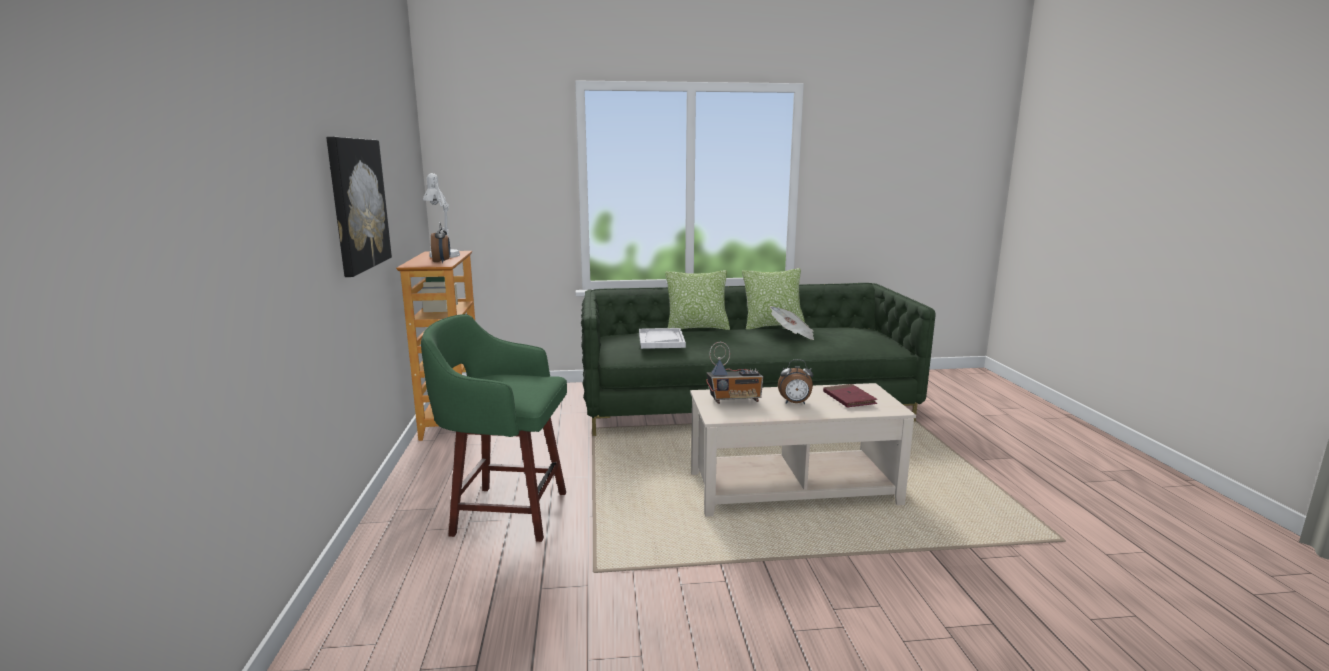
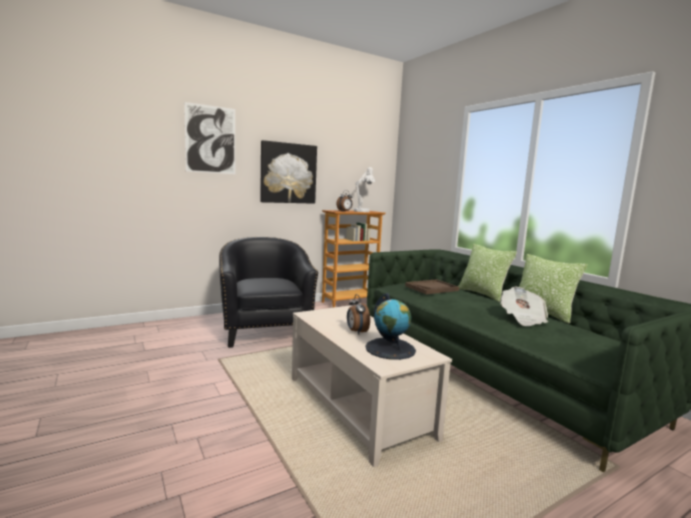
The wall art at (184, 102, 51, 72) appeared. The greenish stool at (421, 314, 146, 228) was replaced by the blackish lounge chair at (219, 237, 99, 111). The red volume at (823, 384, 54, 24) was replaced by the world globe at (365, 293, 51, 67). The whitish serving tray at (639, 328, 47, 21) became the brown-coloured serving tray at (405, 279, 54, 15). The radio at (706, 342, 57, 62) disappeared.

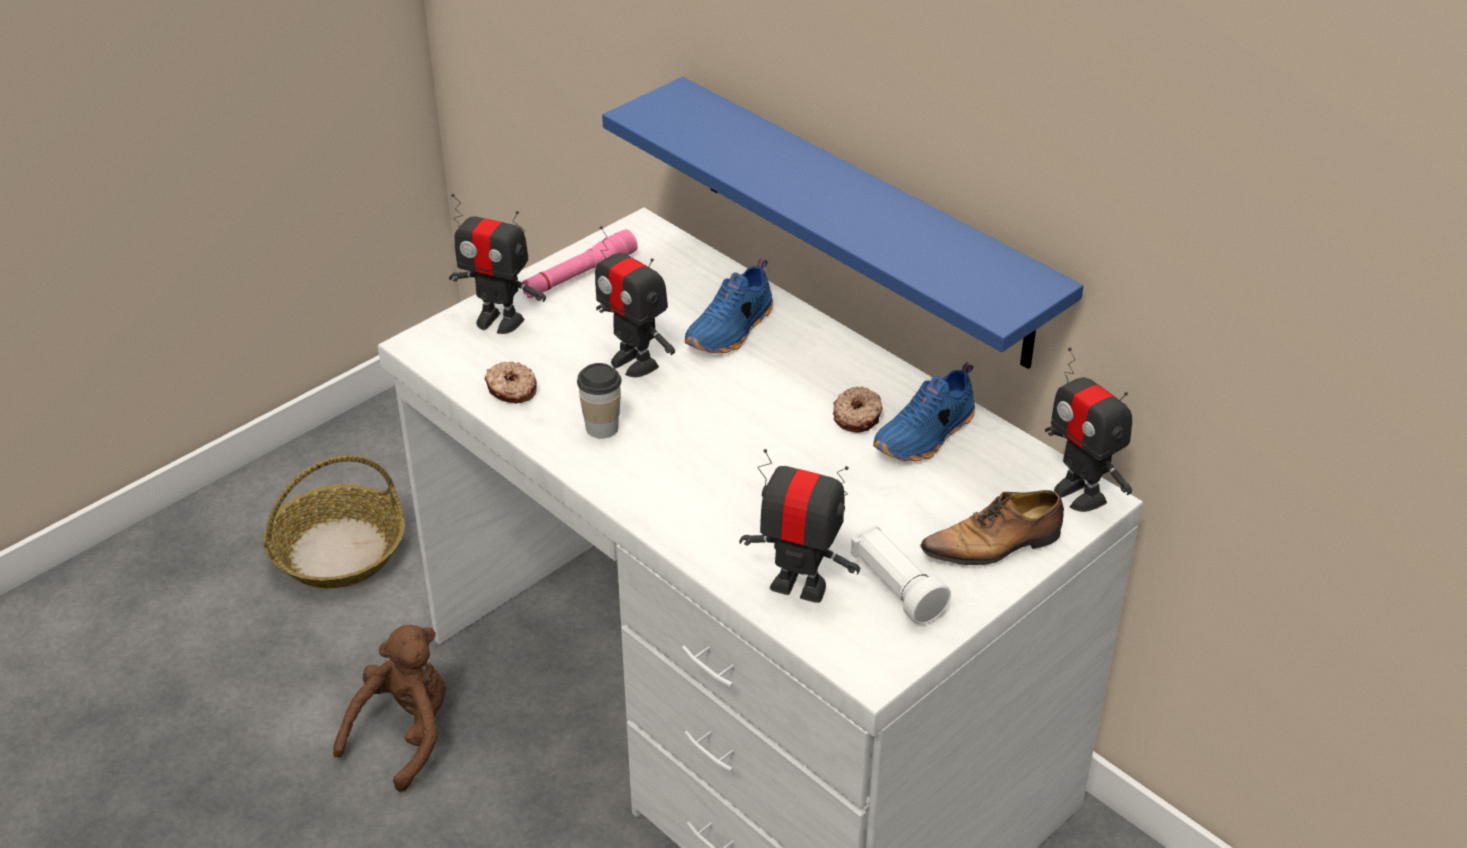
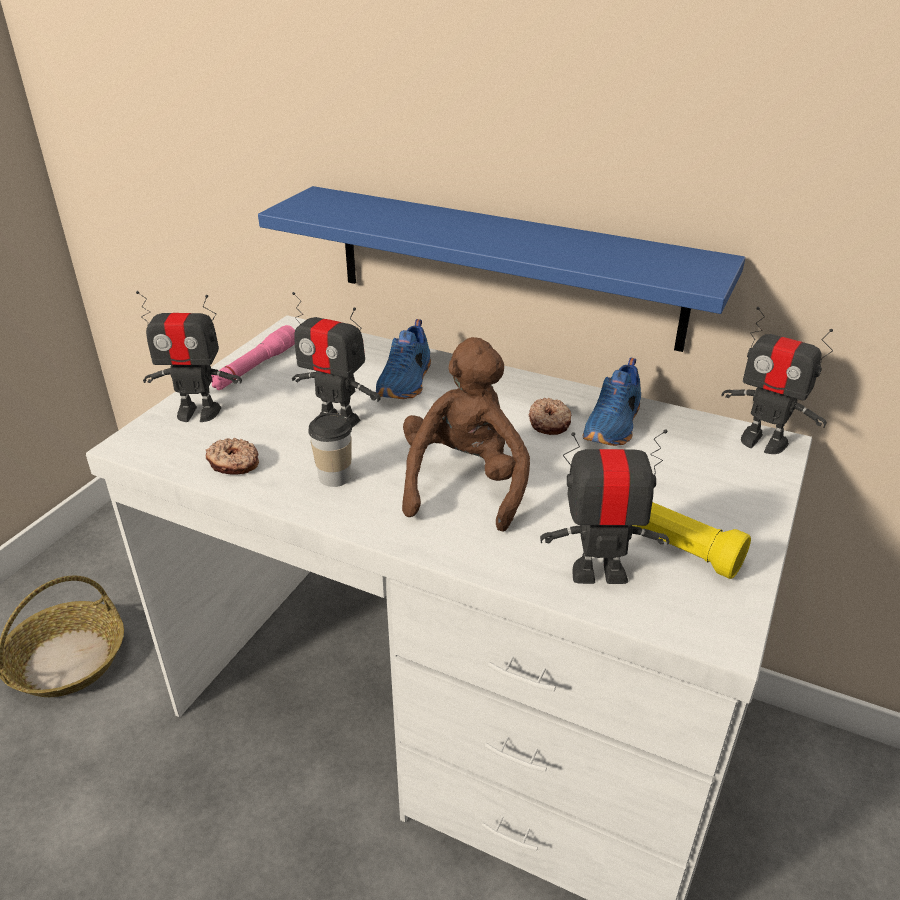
The brown-coloured cuddly toy moved from (333, 625, 113, 167) to (402, 337, 128, 195). The whitish flashlight at (851, 525, 100, 99) became the yellow flashlight at (636, 502, 115, 77). The shoe at (920, 490, 144, 75) disappeared.

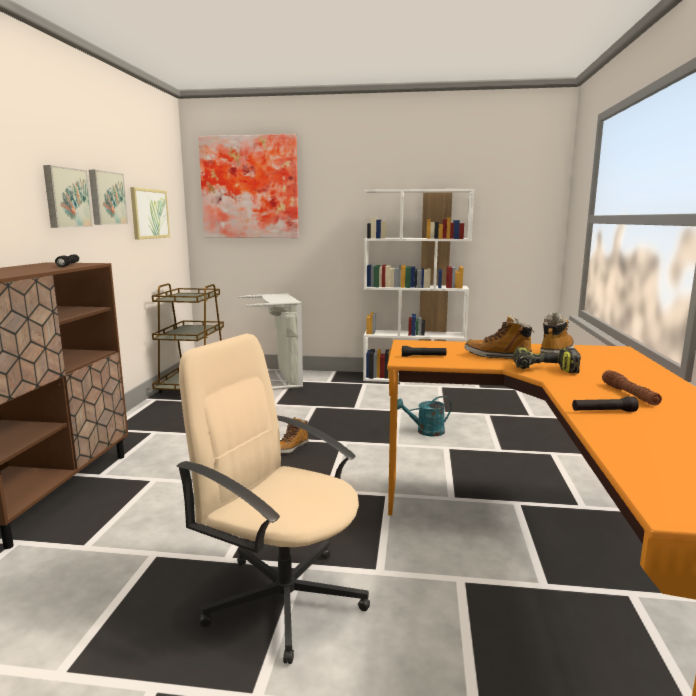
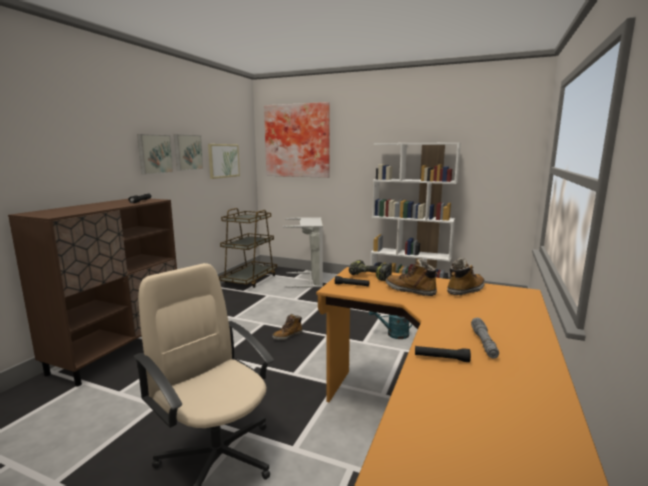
The electric drill moved from (513, 346, 68, 27) to (349, 260, 43, 21). The brown-coloured flashlight at (602, 370, 60, 36) became the greyish flashlight at (471, 318, 28, 41).

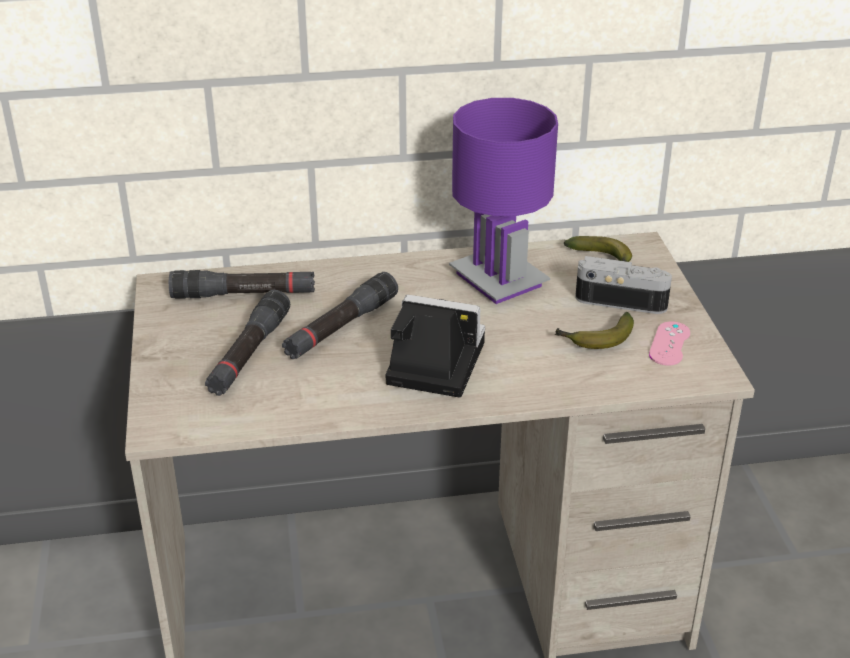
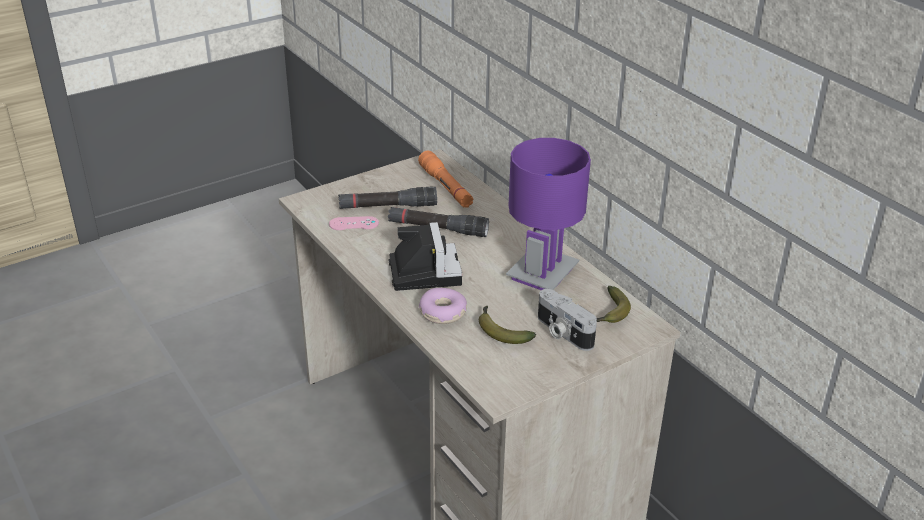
The pink gamepad moved from (649, 321, 41, 45) to (329, 216, 50, 14). The blackish flashlight at (169, 270, 146, 29) became the orangey flashlight at (418, 151, 55, 57). The ring doughnut at (419, 288, 48, 36) appeared. The still camera at (575, 256, 97, 58) turned 150 degrees clockwise.

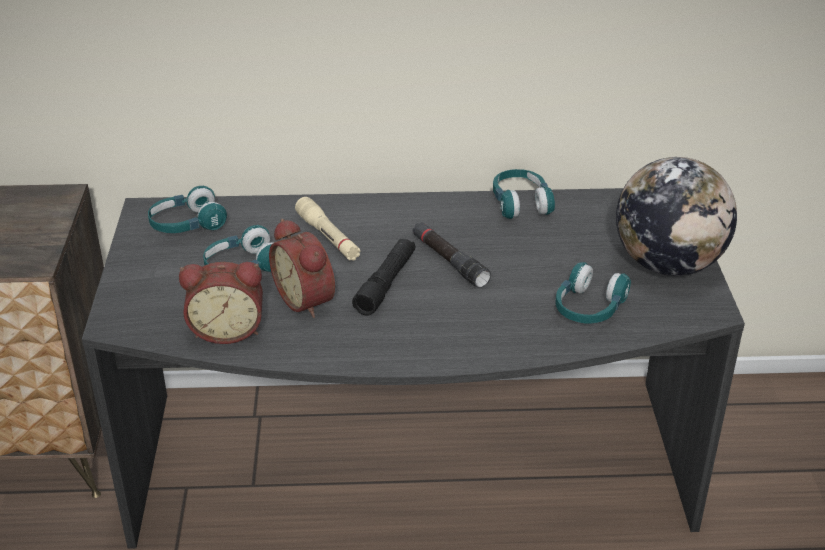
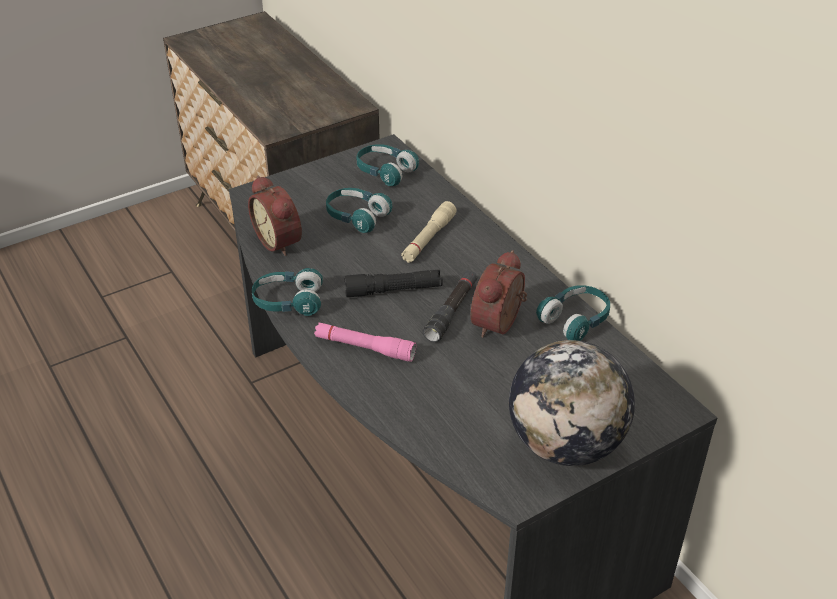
The turquoise headphones moved from (555, 262, 76, 61) to (252, 268, 71, 48). The pink flashlight at (314, 322, 102, 40) appeared. The alarm clock moved from (269, 218, 66, 100) to (471, 250, 56, 88).

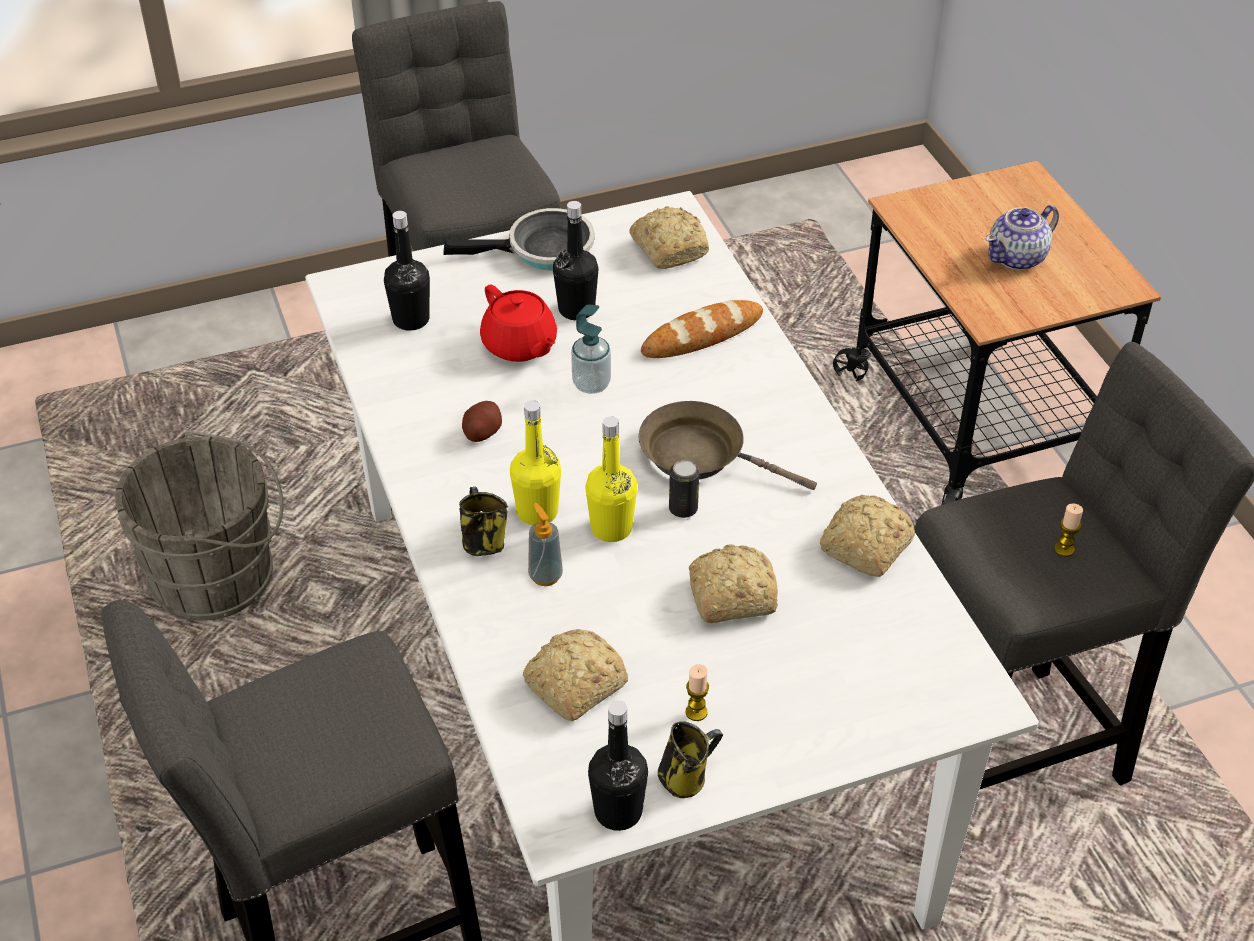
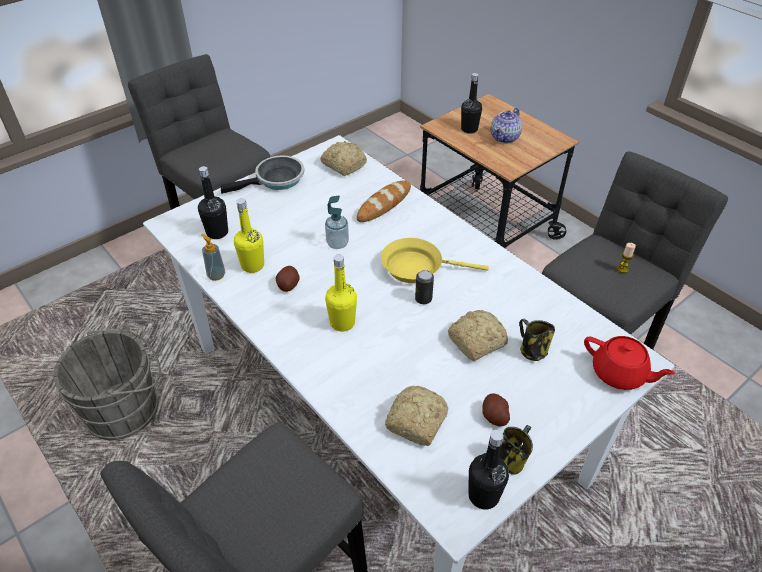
The soap dispenser moved from (528, 503, 35, 83) to (201, 234, 25, 47). The yellow beverage bottle moved from (585, 416, 52, 126) to (234, 198, 30, 75). The brown-coloured pan at (638, 401, 179, 89) became the yellow pan at (381, 238, 108, 45). The blackish beverage bottle moved from (553, 201, 46, 119) to (461, 73, 21, 61). The wax light at (686, 664, 23, 57) was replaced by the potato at (482, 393, 28, 33). The tea mug moved from (459, 486, 49, 70) to (519, 319, 36, 42). The red tea pot moved from (480, 284, 77, 78) to (584, 336, 91, 54). The bakery bread at (820, 495, 95, 82) disappeared.

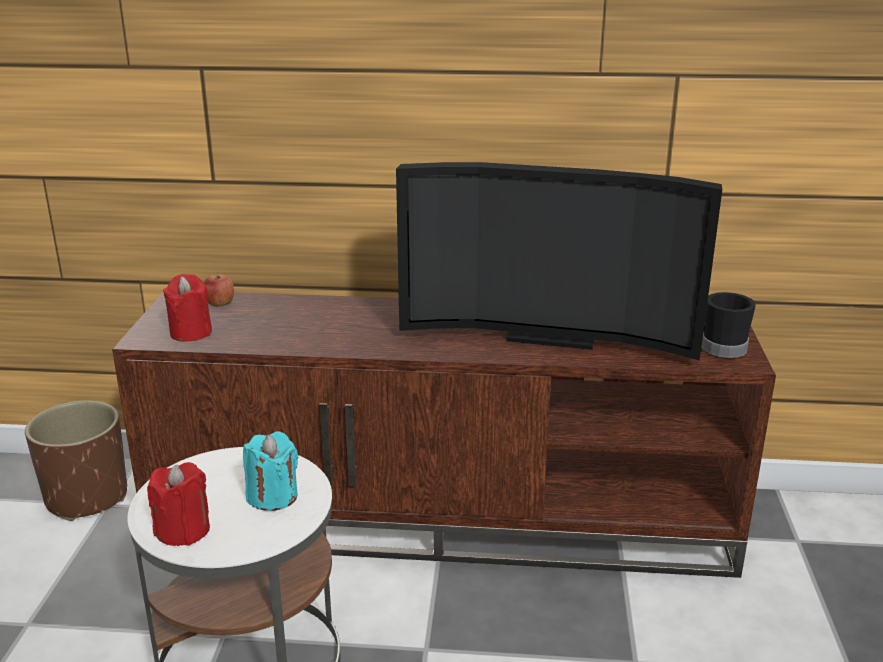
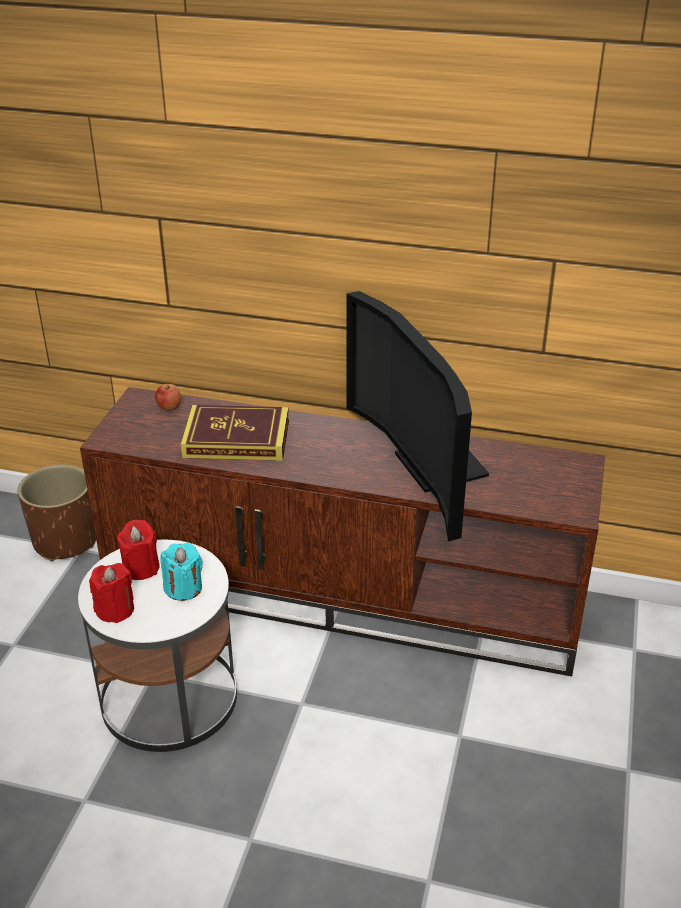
The red wax light moved from (163, 274, 49, 68) to (117, 520, 43, 60). The volume at (181, 405, 108, 56) appeared. The TV at (396, 162, 326, 199) turned 45 degrees clockwise. The blackish tea mug at (702, 292, 54, 66) disappeared.

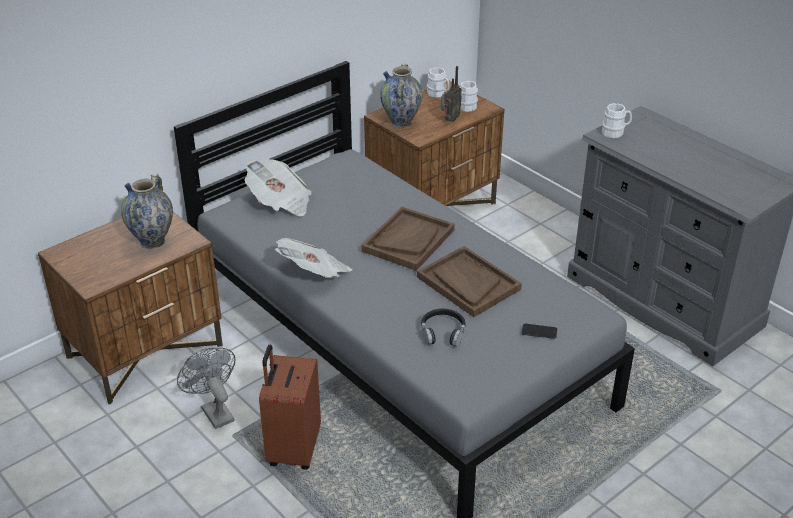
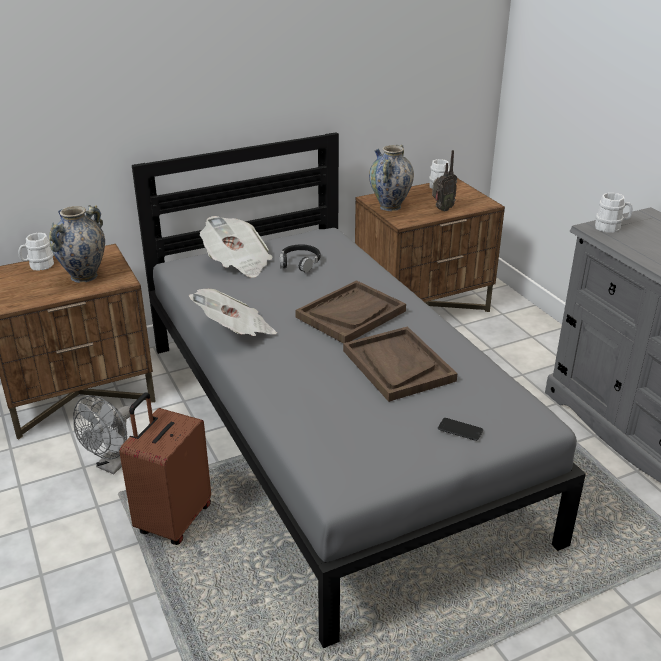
The whitish tea mug moved from (460, 81, 18, 31) to (18, 233, 36, 38). The greyish fan at (177, 347, 58, 82) turned 135 degrees counterclockwise. The blackish headphones moved from (421, 309, 44, 38) to (280, 244, 40, 29).

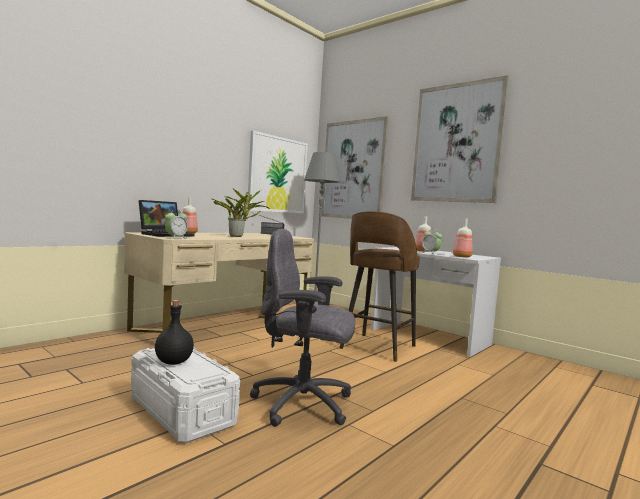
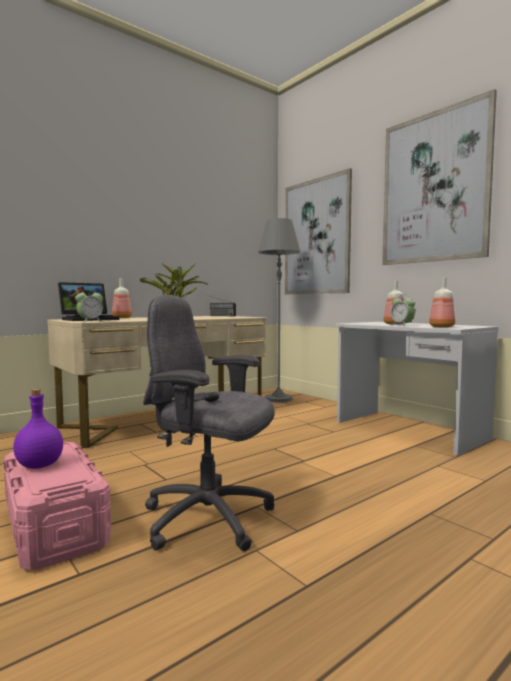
The whitish storage box at (131, 347, 109, 95) became the pink storage box at (4, 442, 108, 128). The blackish beverage bottle at (155, 300, 39, 65) became the purple-coloured beverage bottle at (13, 389, 50, 80). The wall art at (248, 131, 60, 83) disappeared. The brown-coloured stool at (339, 211, 81, 151) disappeared.

